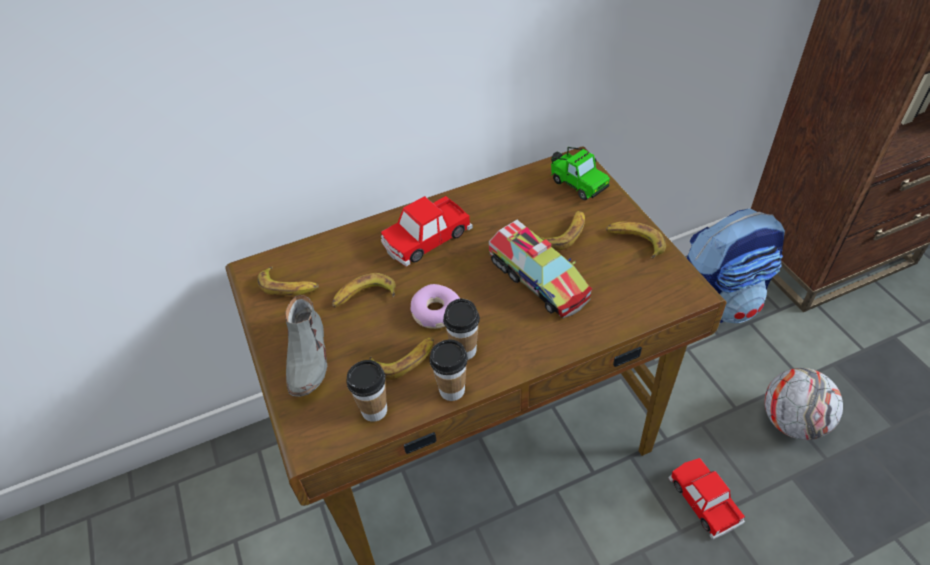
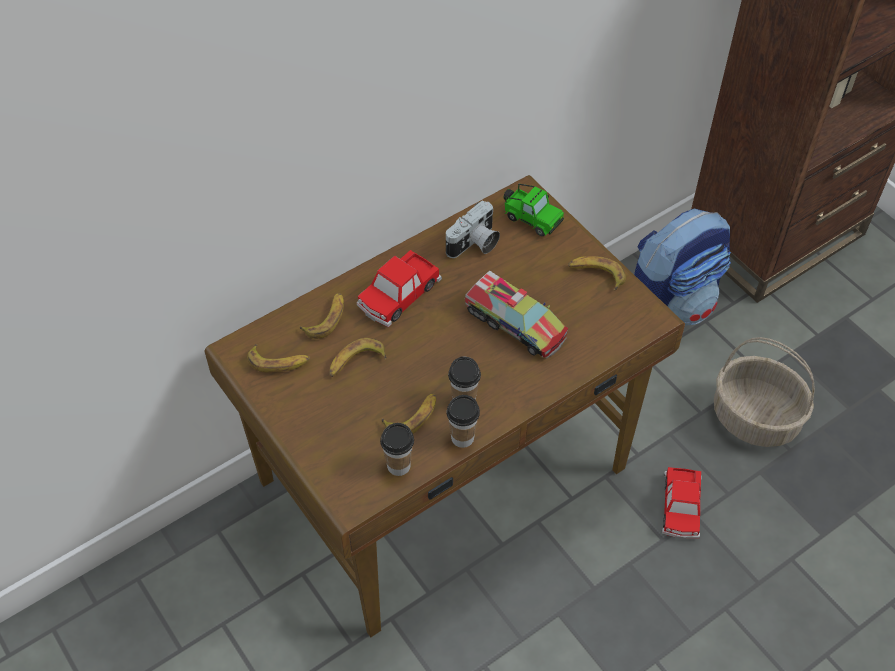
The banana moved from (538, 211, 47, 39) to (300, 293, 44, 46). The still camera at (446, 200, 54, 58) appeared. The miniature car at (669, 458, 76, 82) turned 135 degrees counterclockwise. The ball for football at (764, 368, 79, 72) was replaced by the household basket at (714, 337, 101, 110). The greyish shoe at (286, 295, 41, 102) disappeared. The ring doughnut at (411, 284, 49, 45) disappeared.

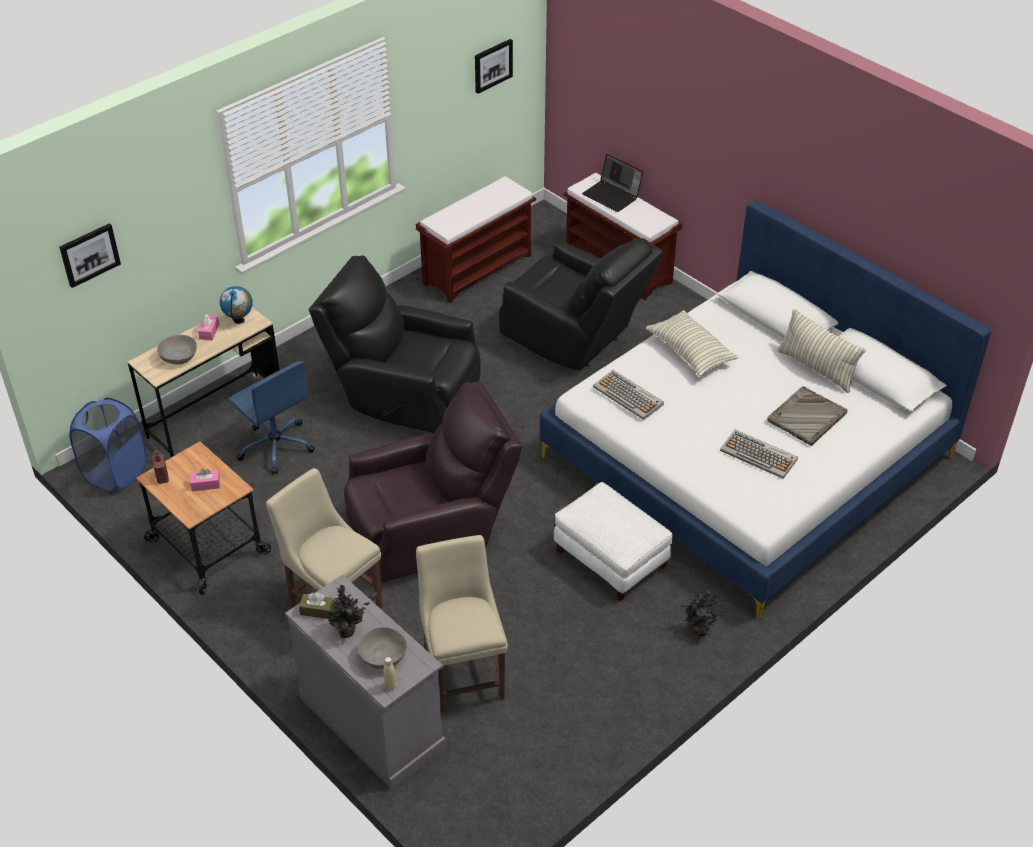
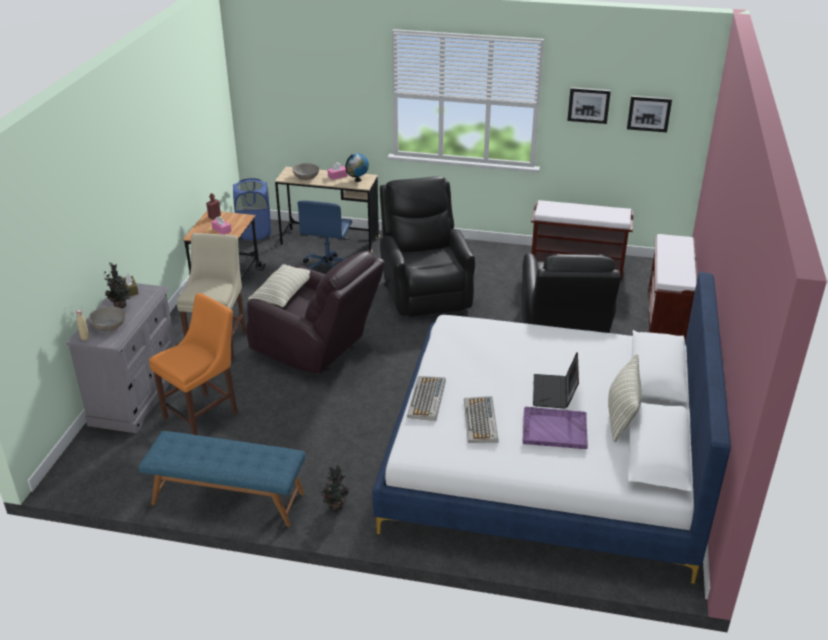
The blue-coloured indoor bench at (139, 431, 167, 96) appeared. The sand-coloured chair at (416, 535, 92, 177) became the orangey chair at (149, 293, 89, 142). The throw pillow moved from (646, 310, 92, 67) to (248, 264, 62, 43). The computer keyboard moved from (593, 370, 71, 50) to (407, 376, 39, 45). The greyish serving tray at (767, 386, 81, 60) became the purple-coloured serving tray at (522, 407, 66, 42). The portable computer moved from (582, 154, 61, 58) to (533, 352, 46, 57). The wall art moved from (59, 223, 62, 65) to (567, 87, 44, 37). The whitish footrest at (554, 482, 119, 120) disappeared.

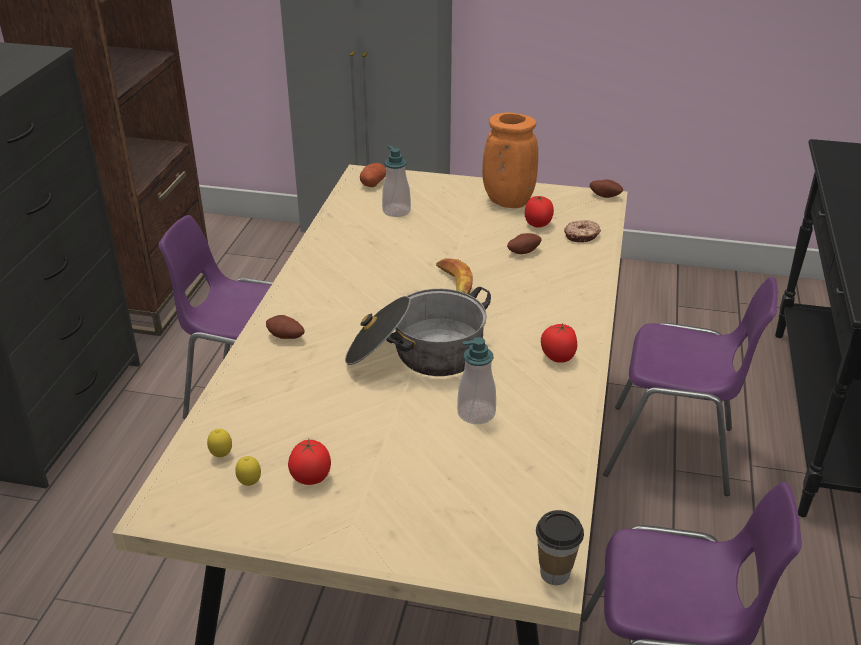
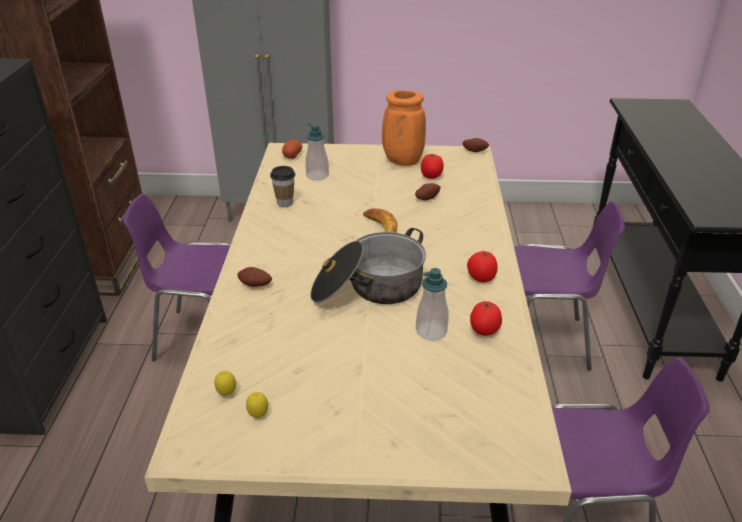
The cup moved from (536, 510, 48, 75) to (270, 166, 25, 41). The fresh tomato moved from (288, 439, 43, 46) to (470, 300, 32, 36). The ring doughnut at (564, 220, 37, 22) disappeared.

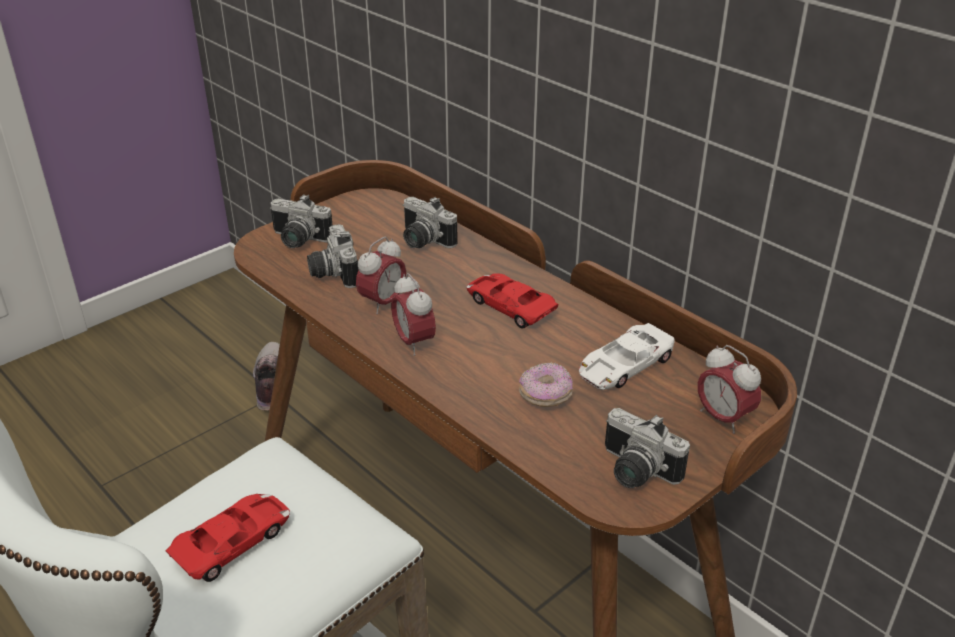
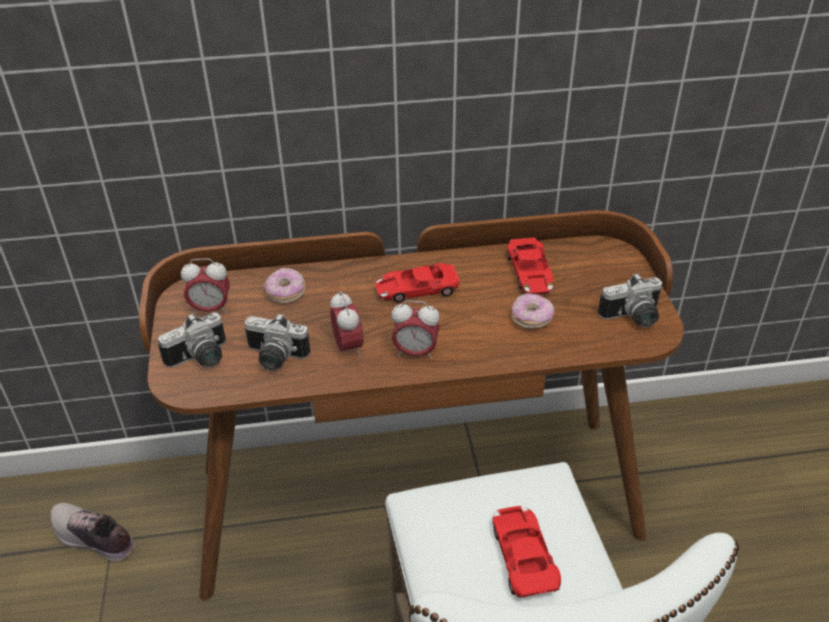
The alarm clock moved from (698, 345, 63, 89) to (181, 258, 49, 57). The still camera at (403, 197, 55, 51) was replaced by the ring doughnut at (264, 268, 42, 35). The whitish miniature car at (579, 323, 96, 67) became the red miniature car at (507, 238, 47, 57).

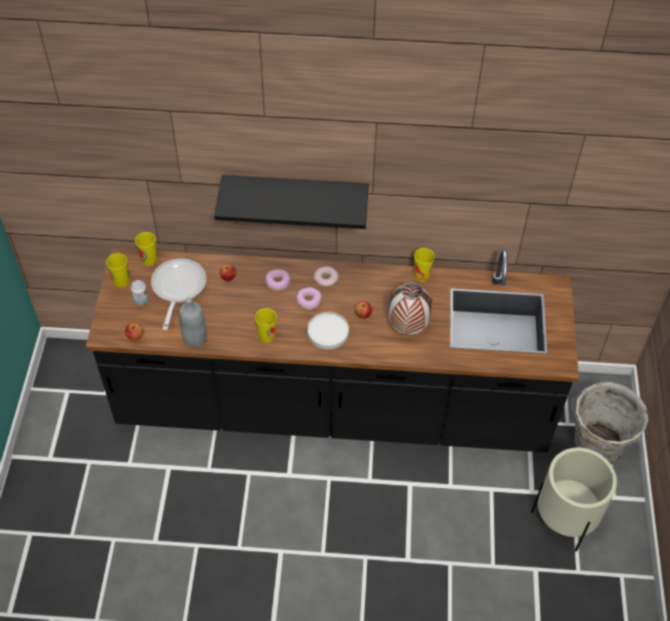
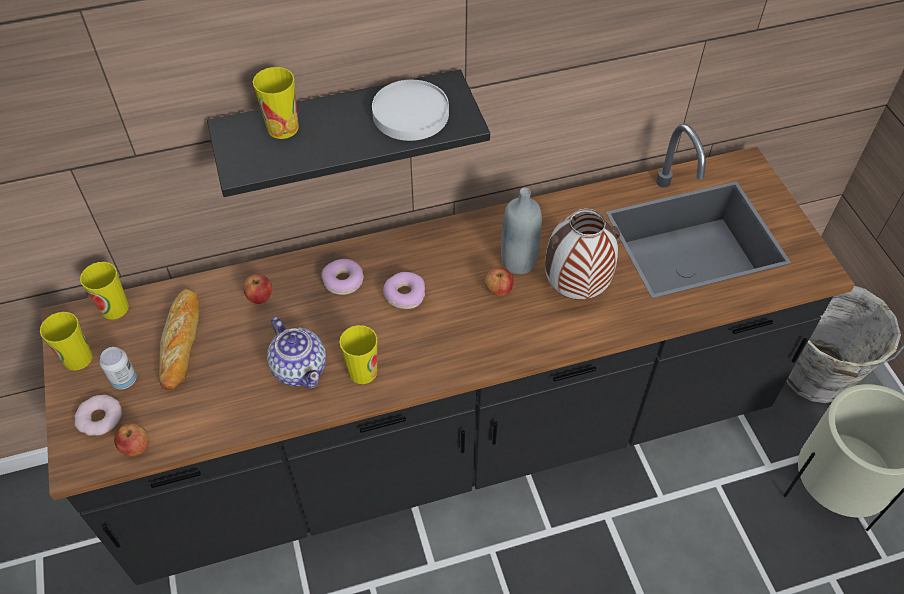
The ring doughnut moved from (314, 266, 24, 20) to (75, 395, 47, 41). The pan at (151, 258, 55, 72) was replaced by the bakery bread at (159, 289, 40, 101). The cup moved from (414, 248, 21, 34) to (253, 67, 46, 72). The tea pot at (267, 317, 59, 72) appeared. The whitish dinner plate moved from (307, 312, 42, 37) to (372, 80, 77, 61). The greyish beverage bottle moved from (179, 297, 27, 51) to (501, 188, 41, 86).

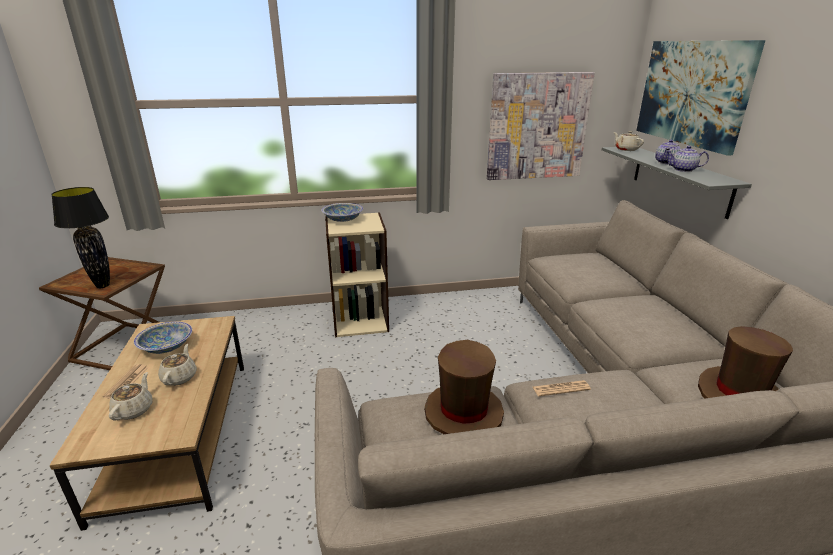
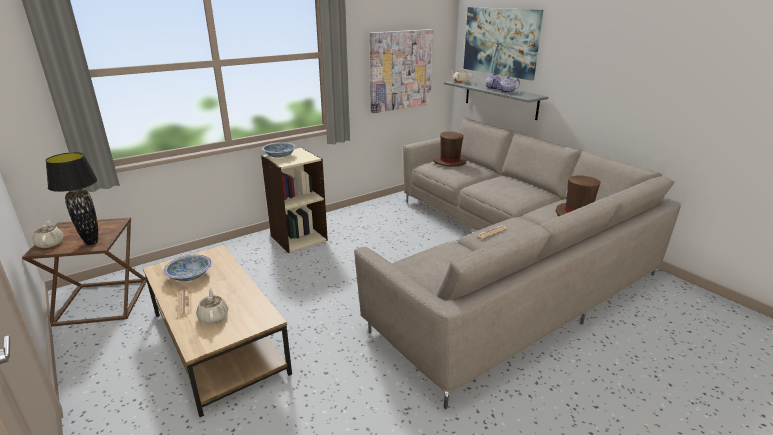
The sand-coloured tea pot moved from (158, 344, 39, 42) to (33, 221, 31, 27). The brown-coloured hat moved from (424, 340, 80, 94) to (433, 131, 34, 36).

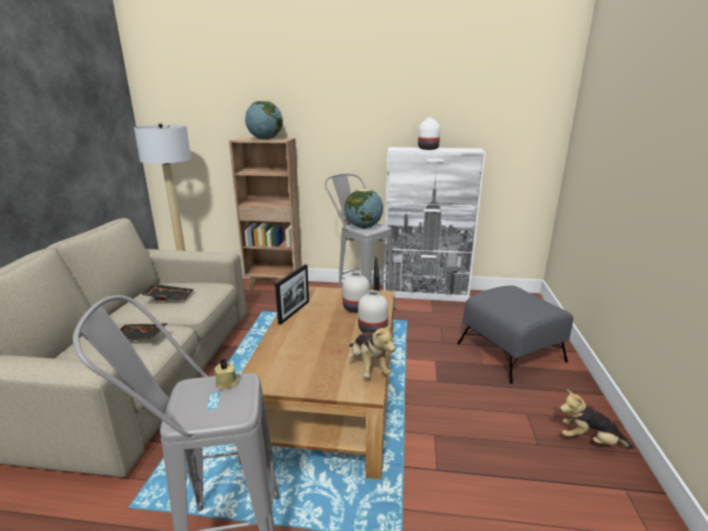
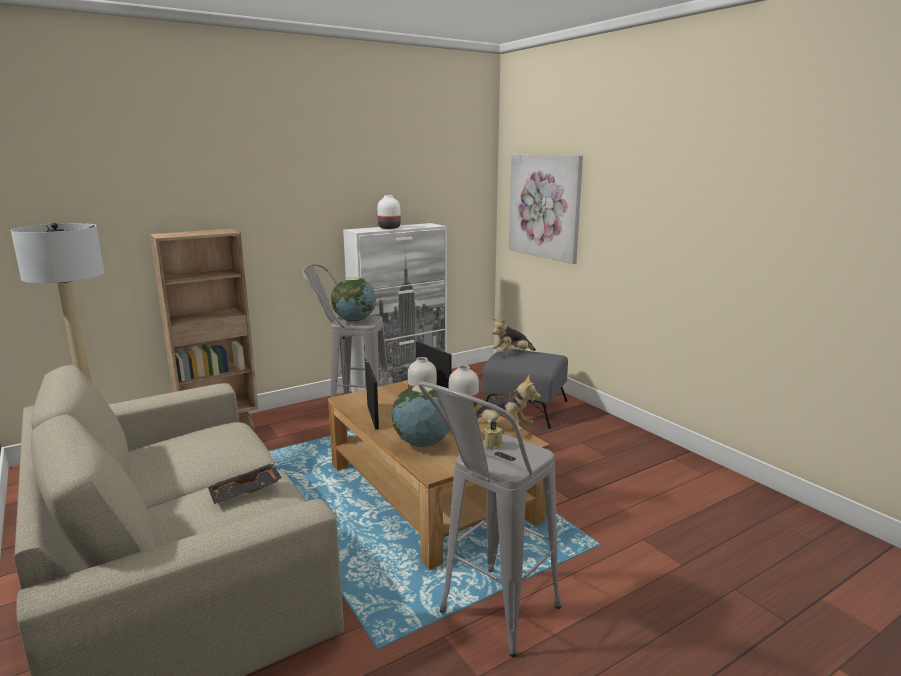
The world globe moved from (245, 100, 38, 40) to (392, 385, 58, 62). The cuddly toy moved from (560, 389, 74, 60) to (492, 318, 44, 35). The wall art at (509, 155, 74, 109) appeared. The blackish serving tray at (140, 284, 54, 17) disappeared.

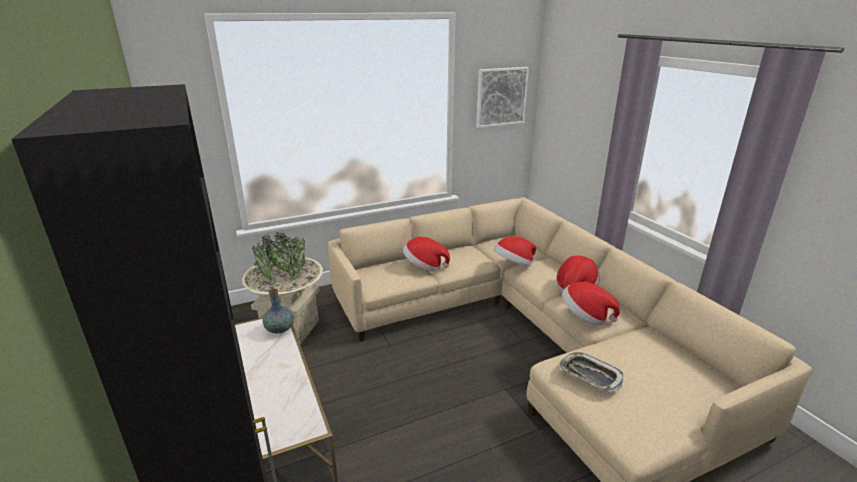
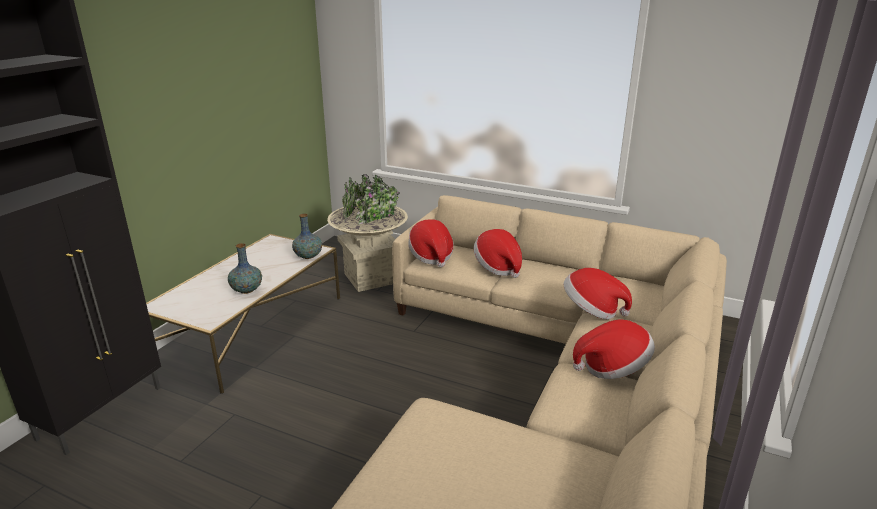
The decorative vase at (228, 243, 34, 51) appeared. The hat moved from (562, 282, 58, 43) to (408, 219, 46, 48). The wall art at (476, 67, 53, 61) disappeared. The serving tray at (560, 352, 63, 40) disappeared.

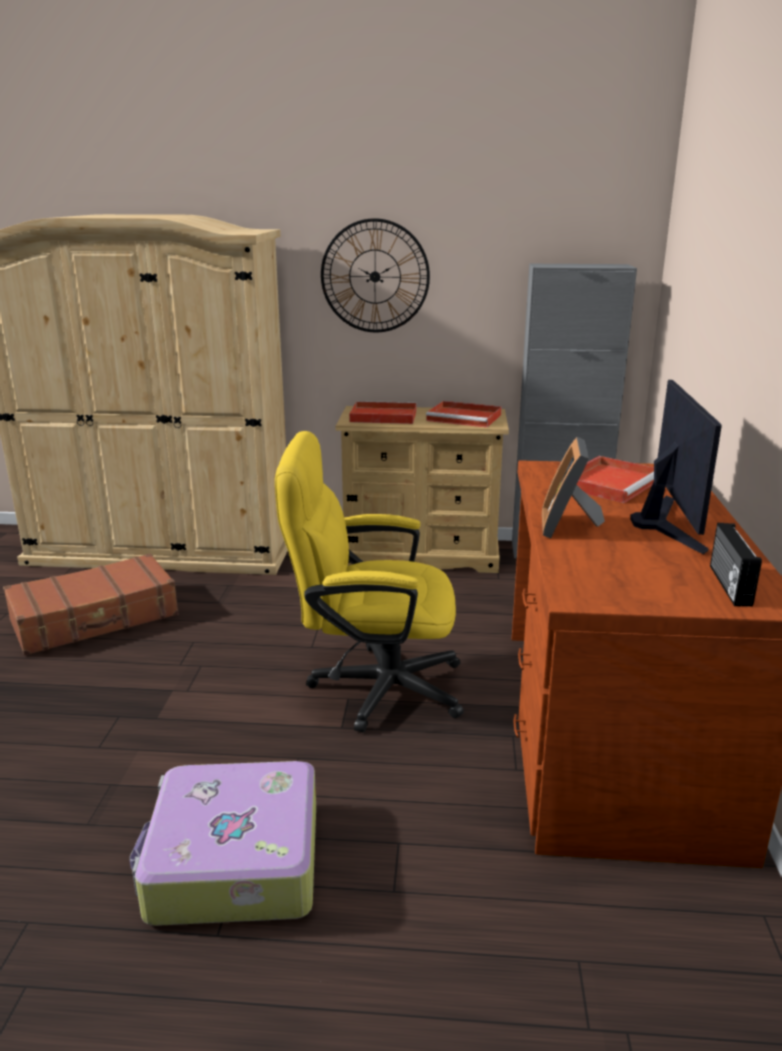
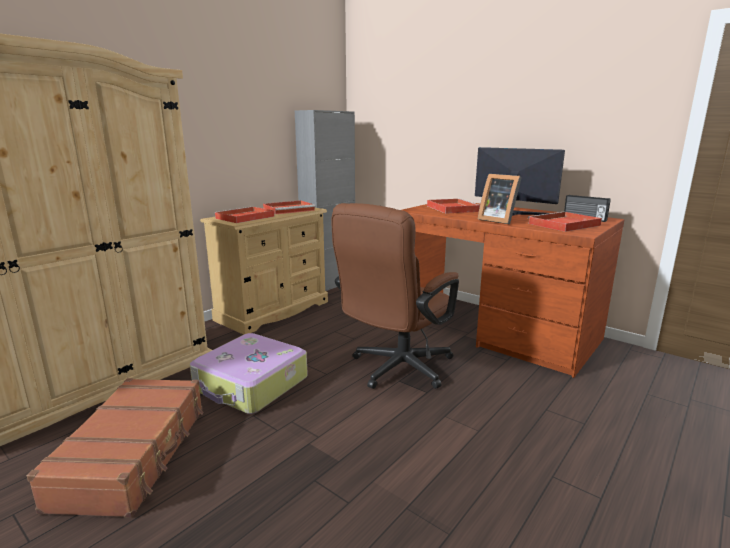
The piece of luggage moved from (129, 761, 187, 165) to (190, 333, 118, 81). The yellow computer chair at (275, 431, 189, 301) became the brown-coloured computer chair at (331, 203, 128, 186). The red serving tray at (528, 212, 74, 20) appeared. The hanging clock at (321, 218, 109, 115) disappeared.

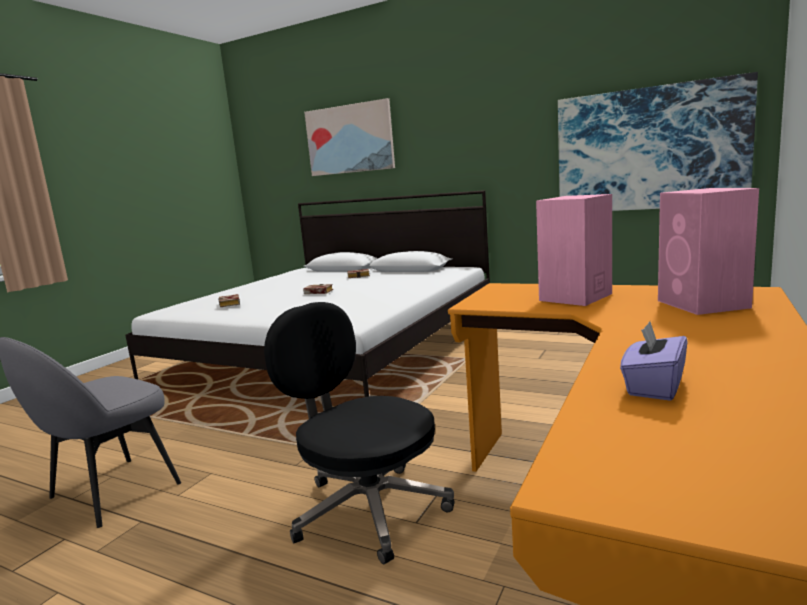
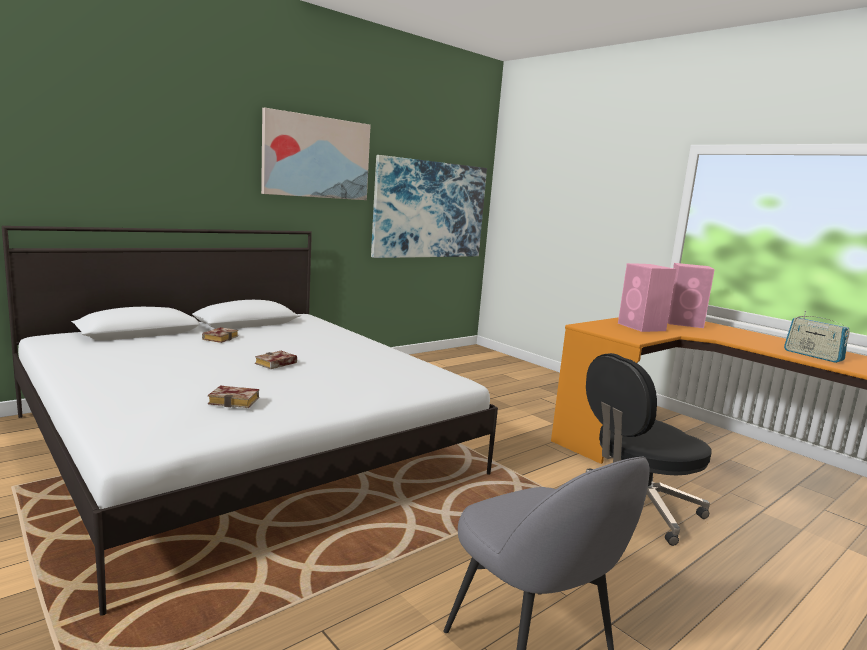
The wall art moved from (304, 98, 91, 78) to (261, 108, 110, 92). The purple-coloured tissue box at (620, 321, 67, 80) was replaced by the radio at (784, 311, 66, 52).

